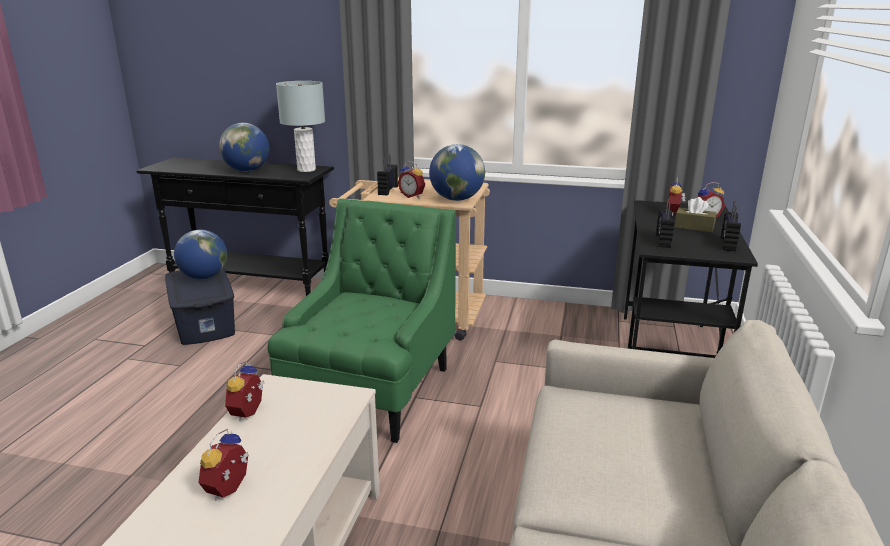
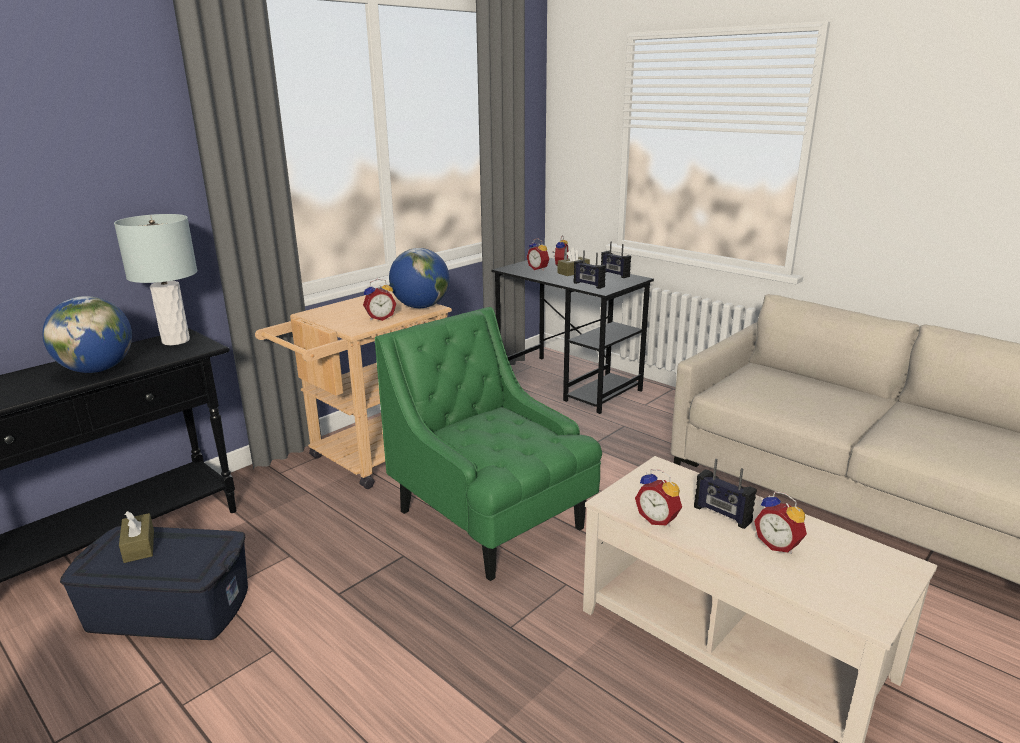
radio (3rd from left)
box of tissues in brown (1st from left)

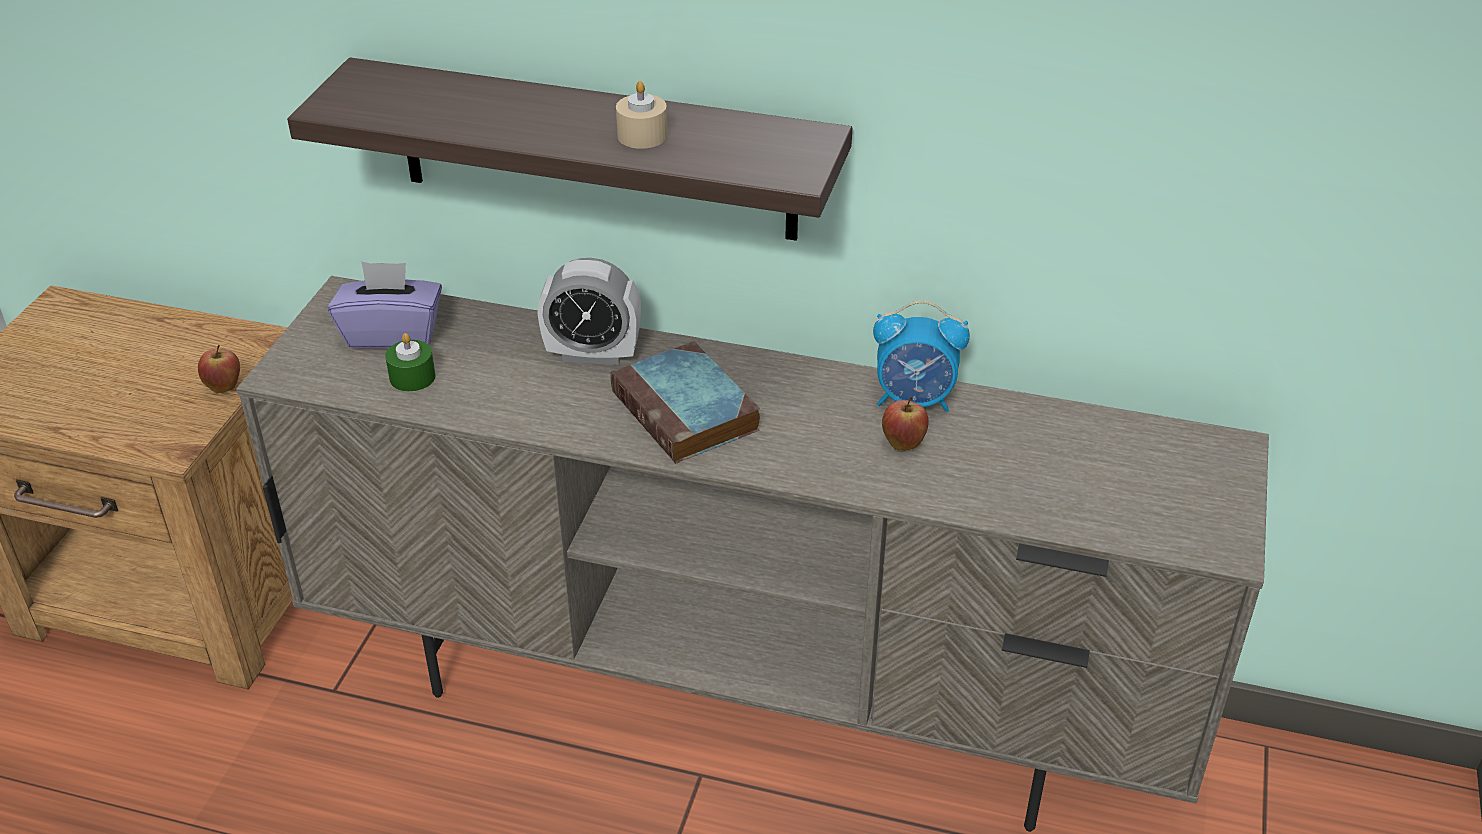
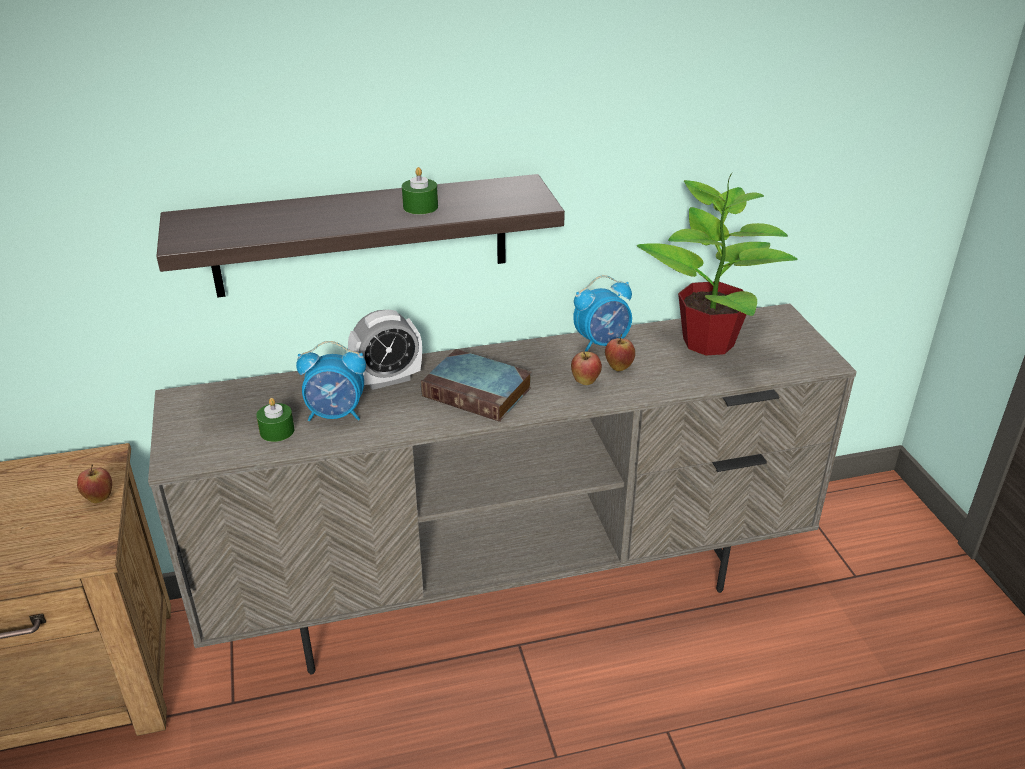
candle in green (2nd from left)
box of tissues in purple-coloured
plant in a pot
bedside clock (1st from left)
apple (2nd from left)

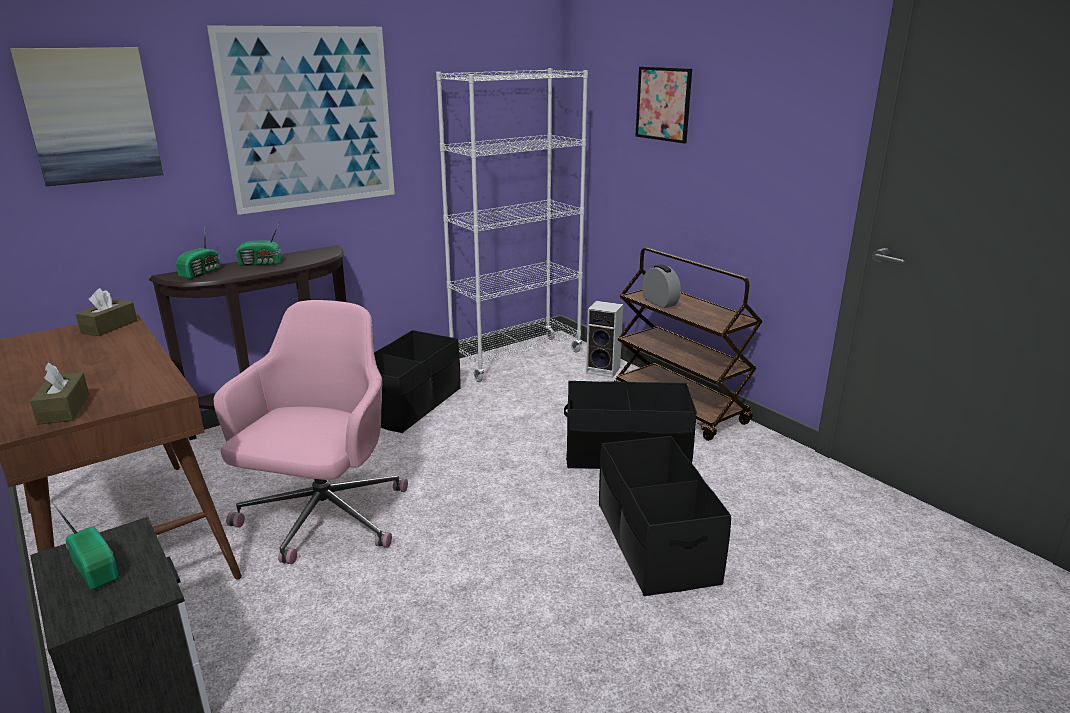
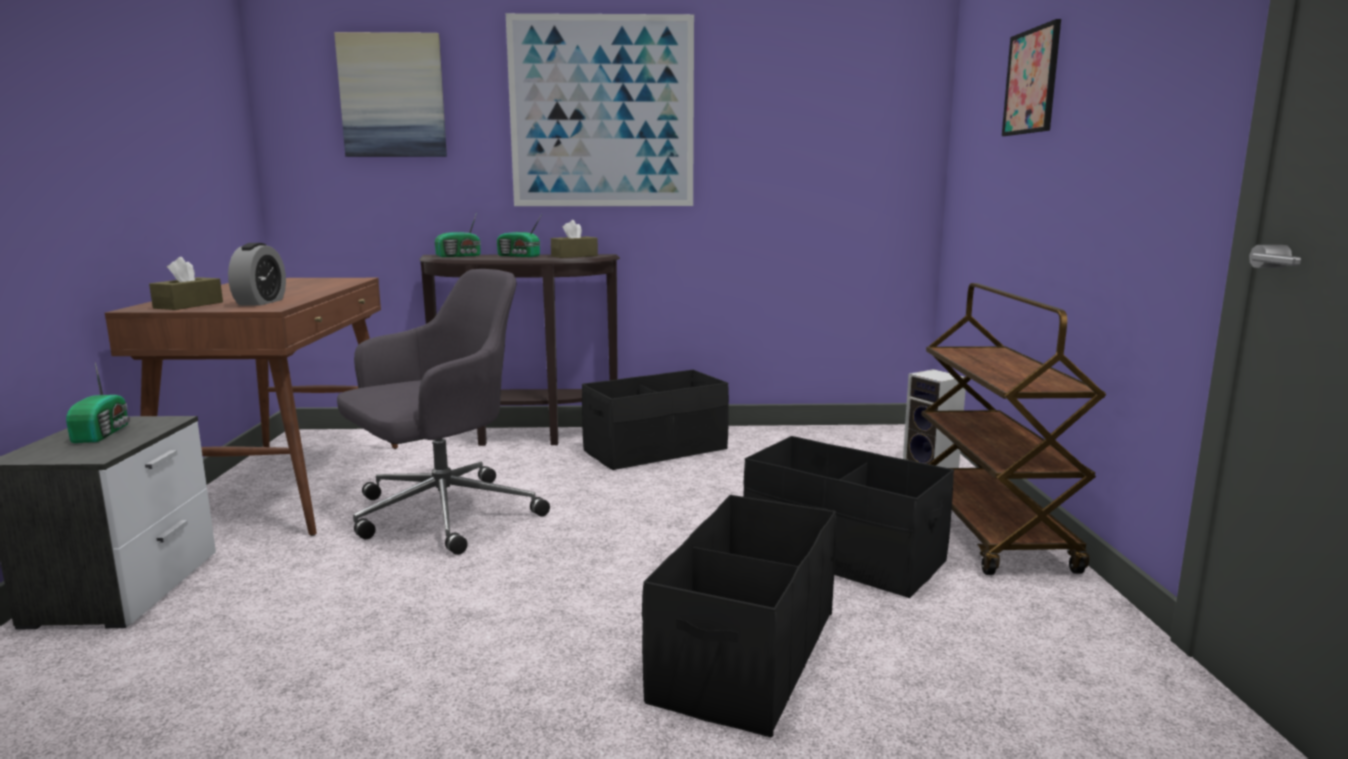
bookshelf in whitish
bedside clock
box of tissues in brown (2nd from left)
office chair in greyish

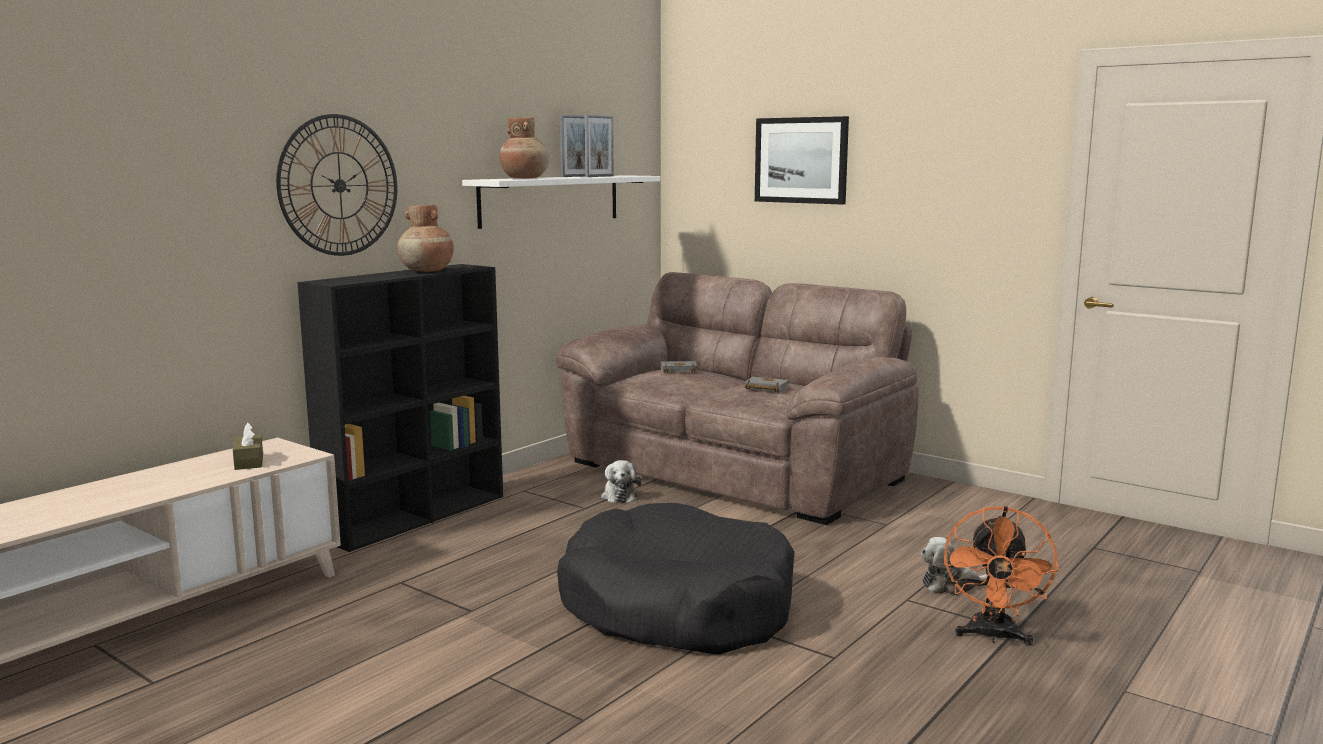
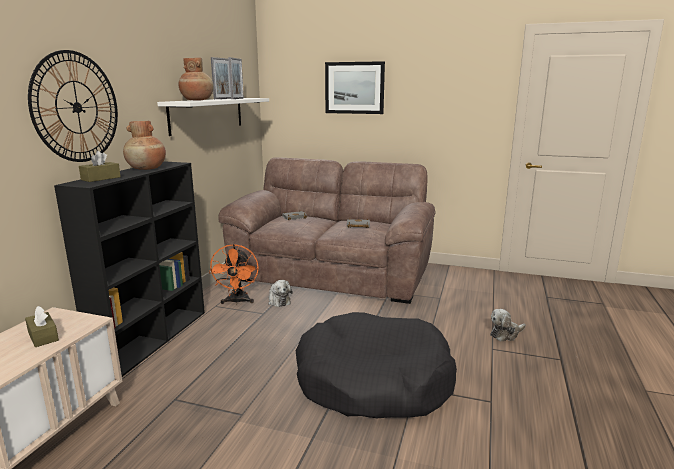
electric fan in orange-coloured
box of tissues in brown (2nd from left)

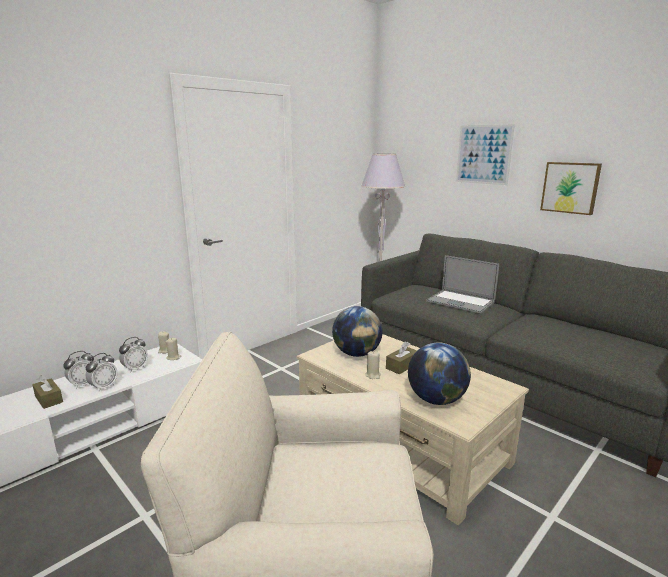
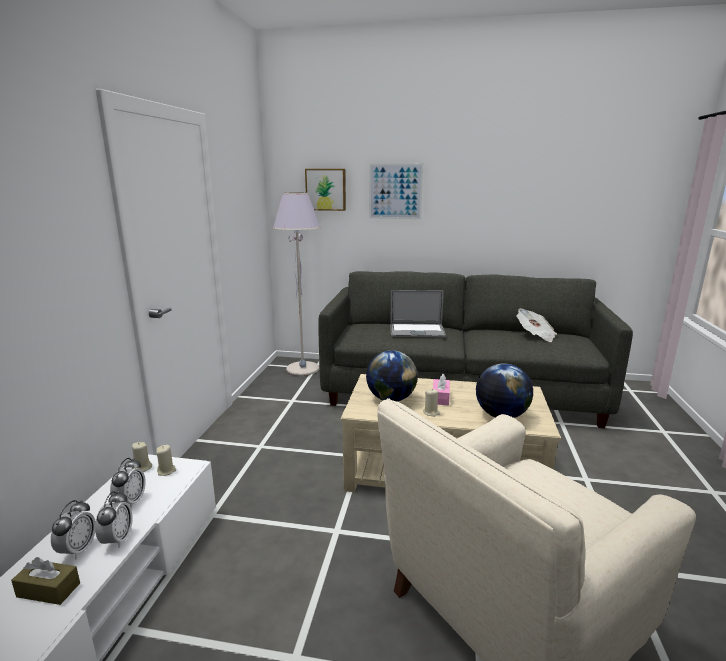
wall art (1st from left)
box of tissues in pinkish
printed paper

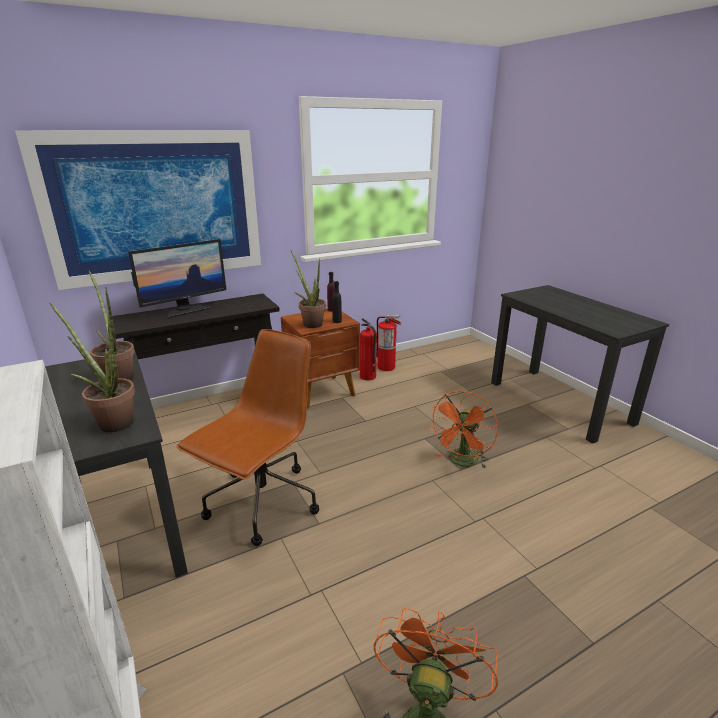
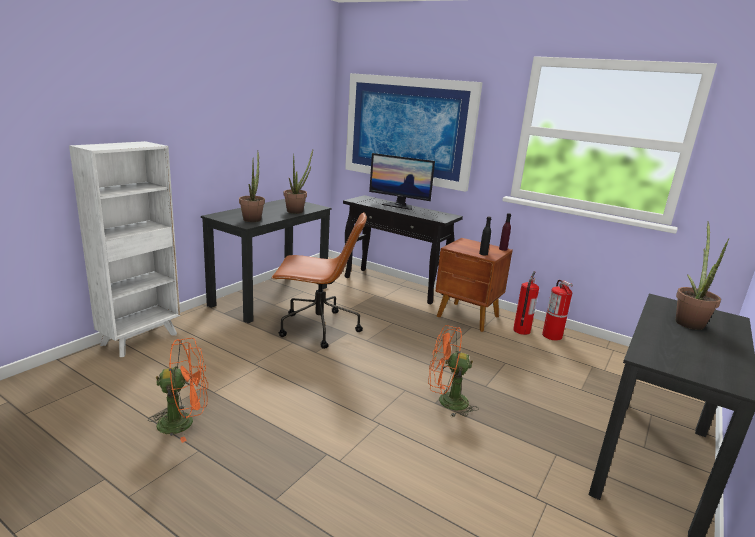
plant in a pot (3rd from left)

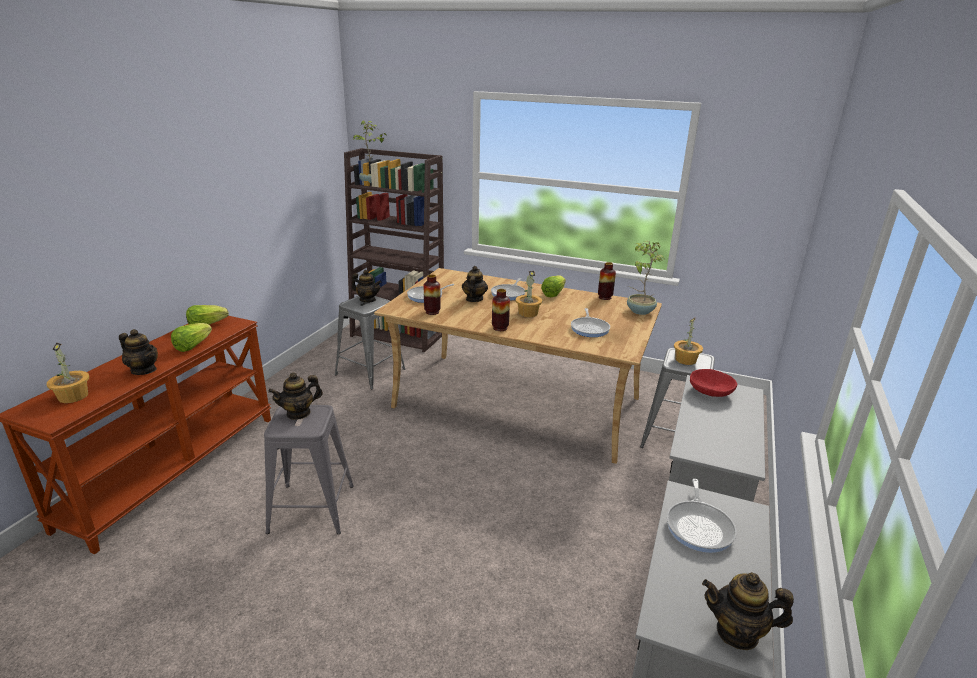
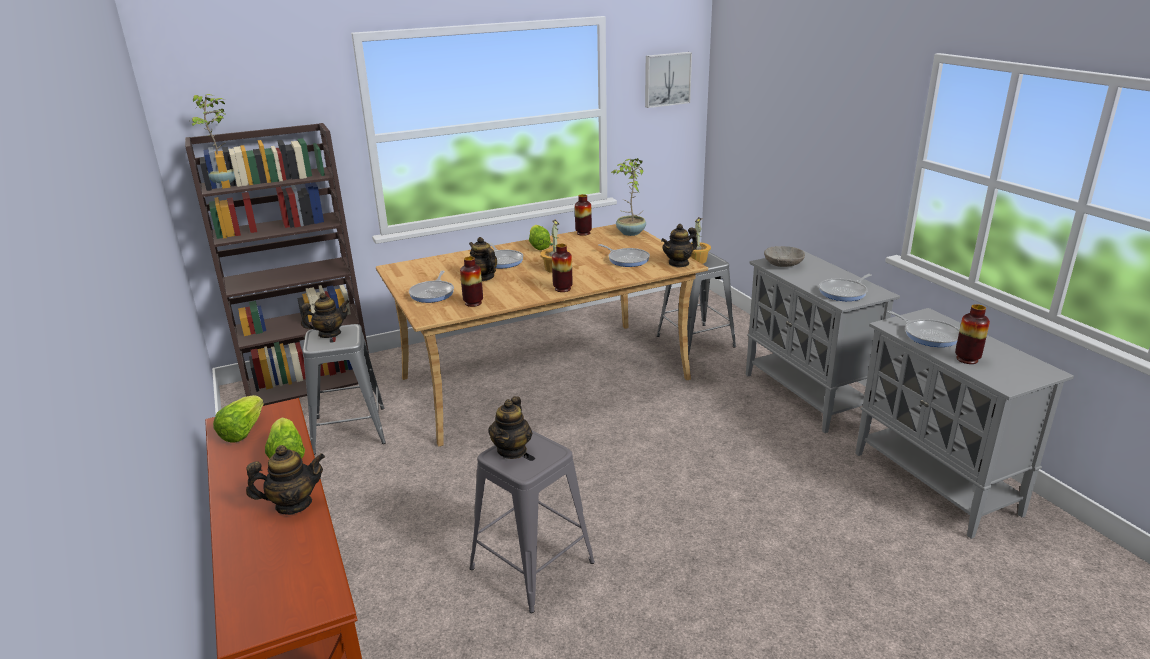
plant in a pot (1st from left in the first image)
serving bowl in greyish
teapot (5th from left)
wall art
frying pan (4th from left)
flower vase (4th from left)

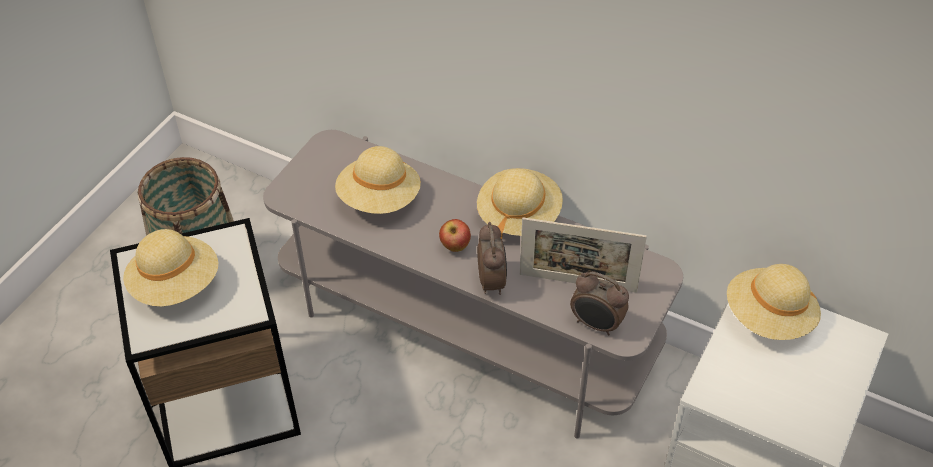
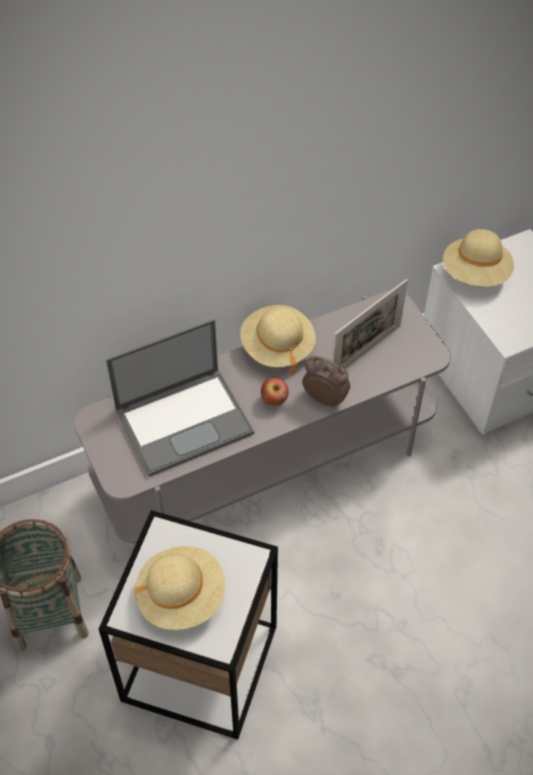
notebook computer
bedside clock (2nd from left in the first image)

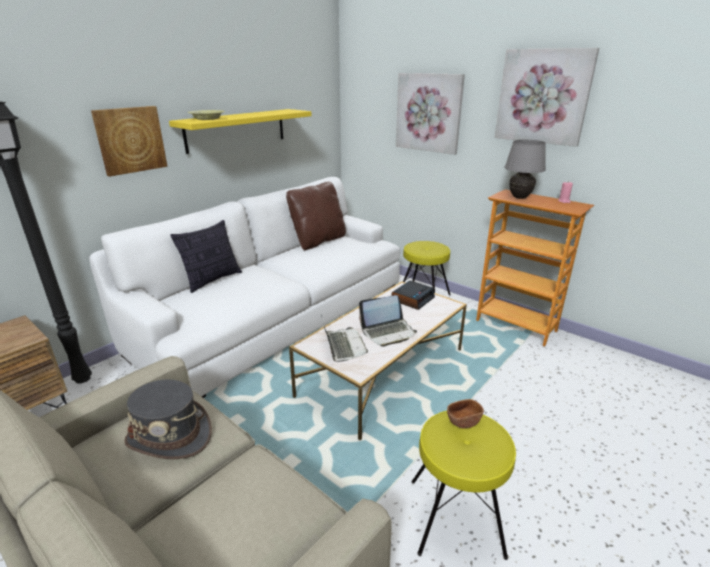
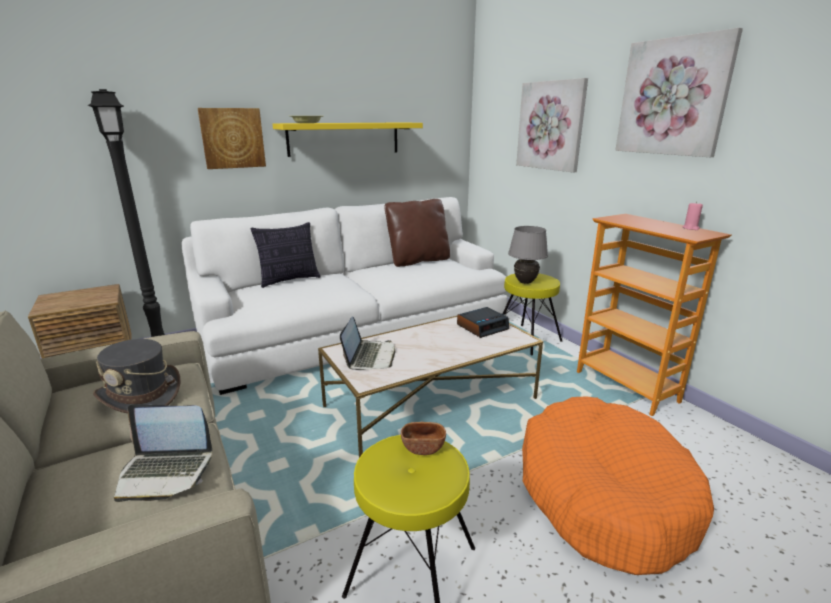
table lamp in greyish
notebook computer (1st from left)
pet bed in orange-coloured

